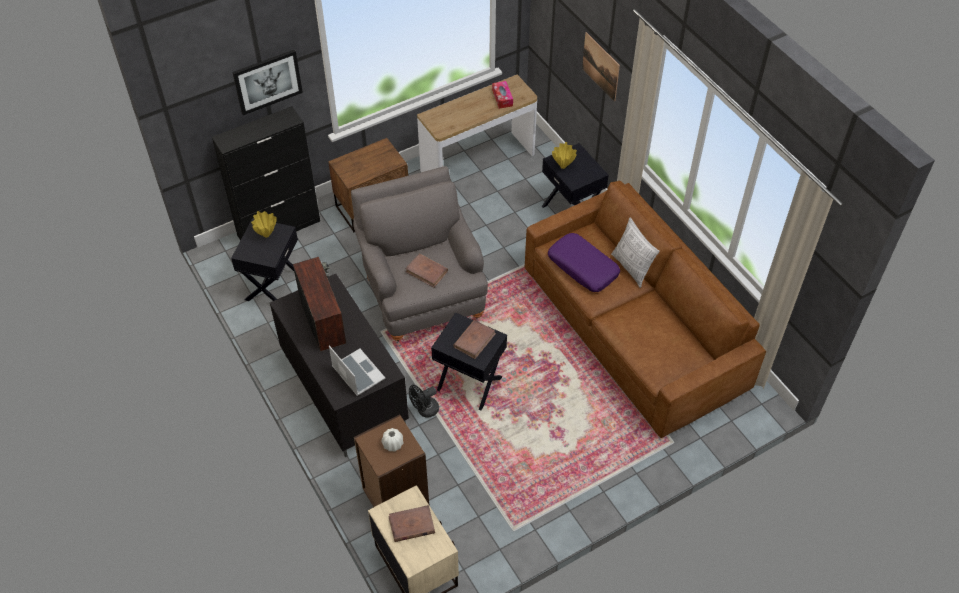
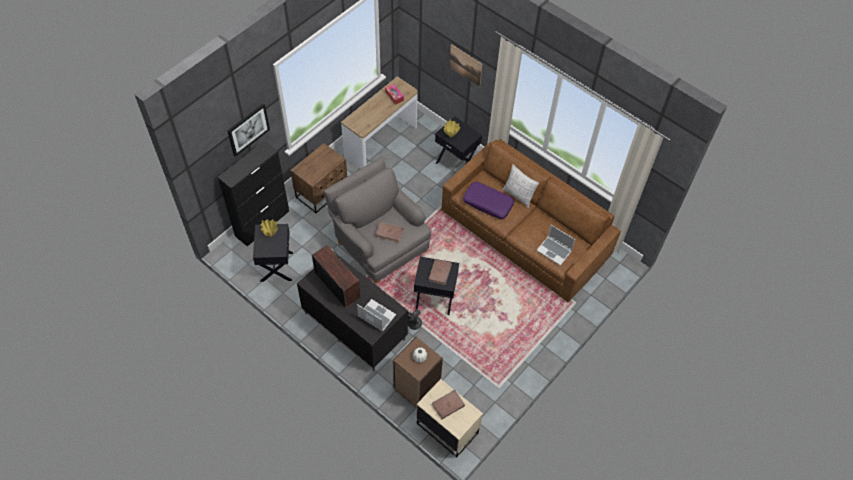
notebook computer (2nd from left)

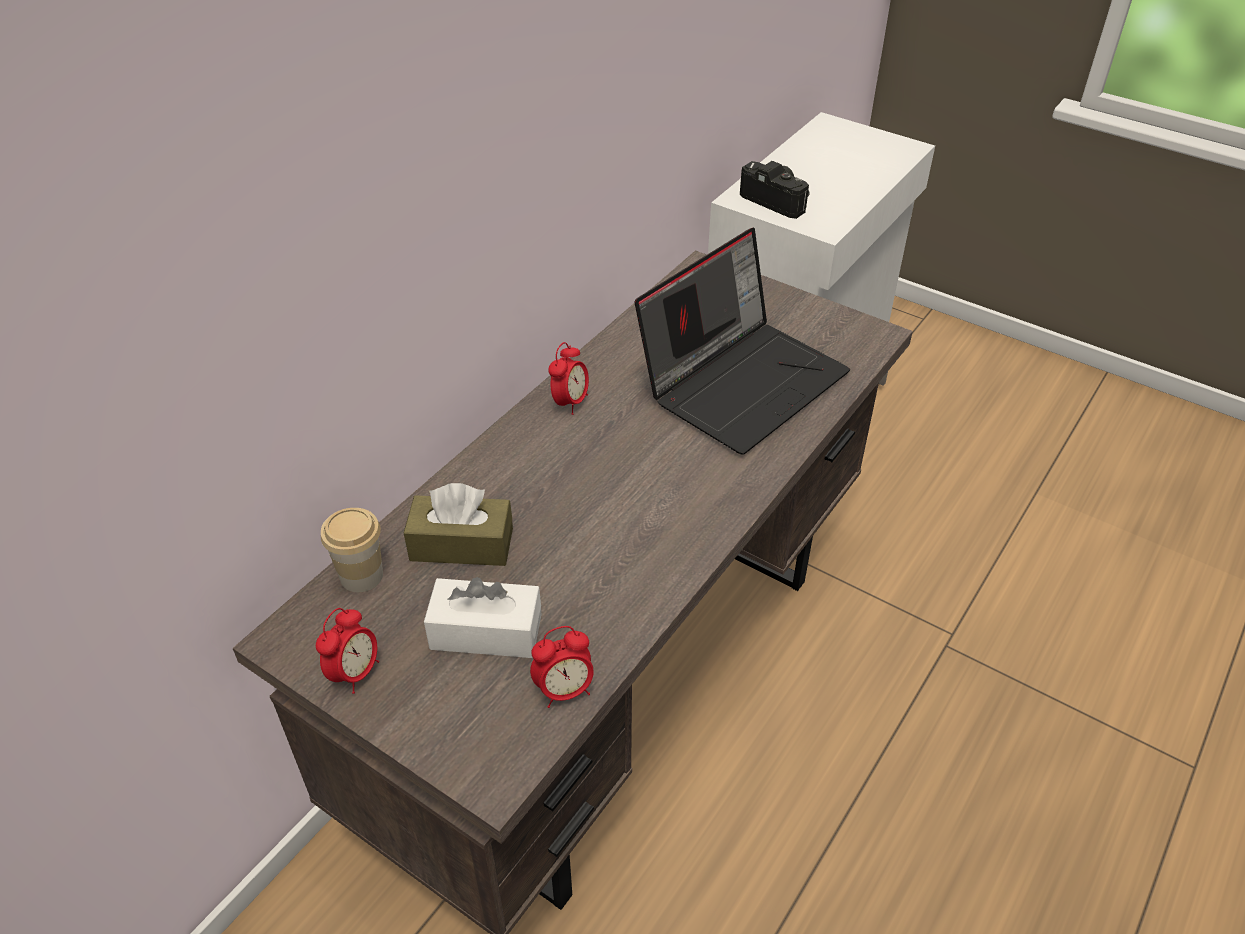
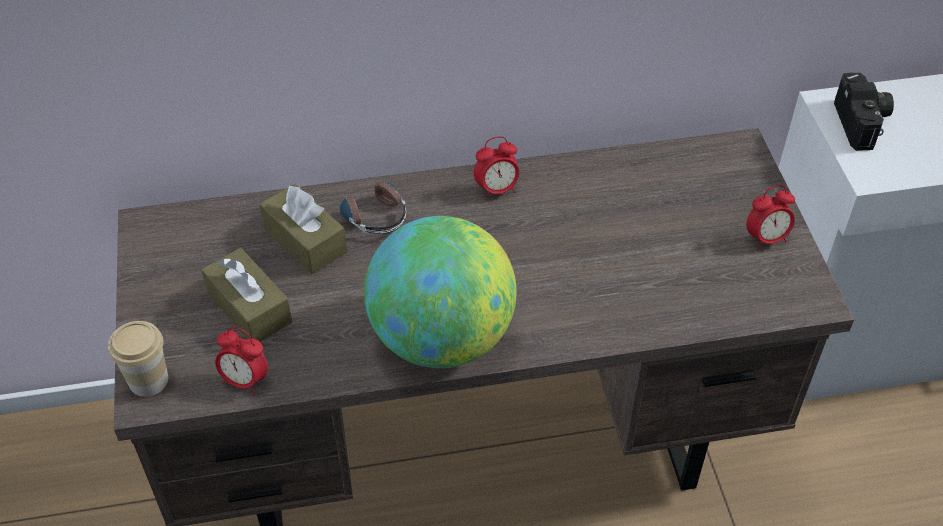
notebook computer
small cup
box of tissues in brown (1st from left)
bedside clock (3rd from left)
headset
globe

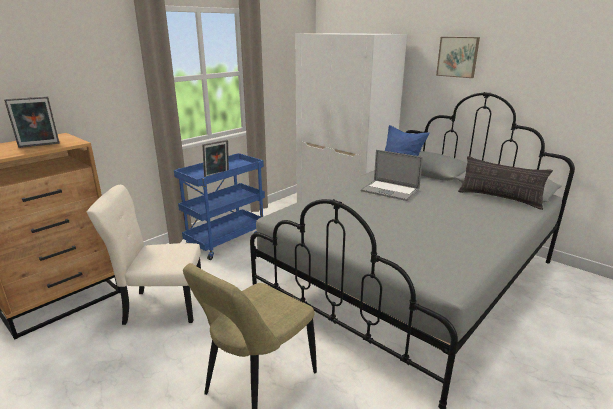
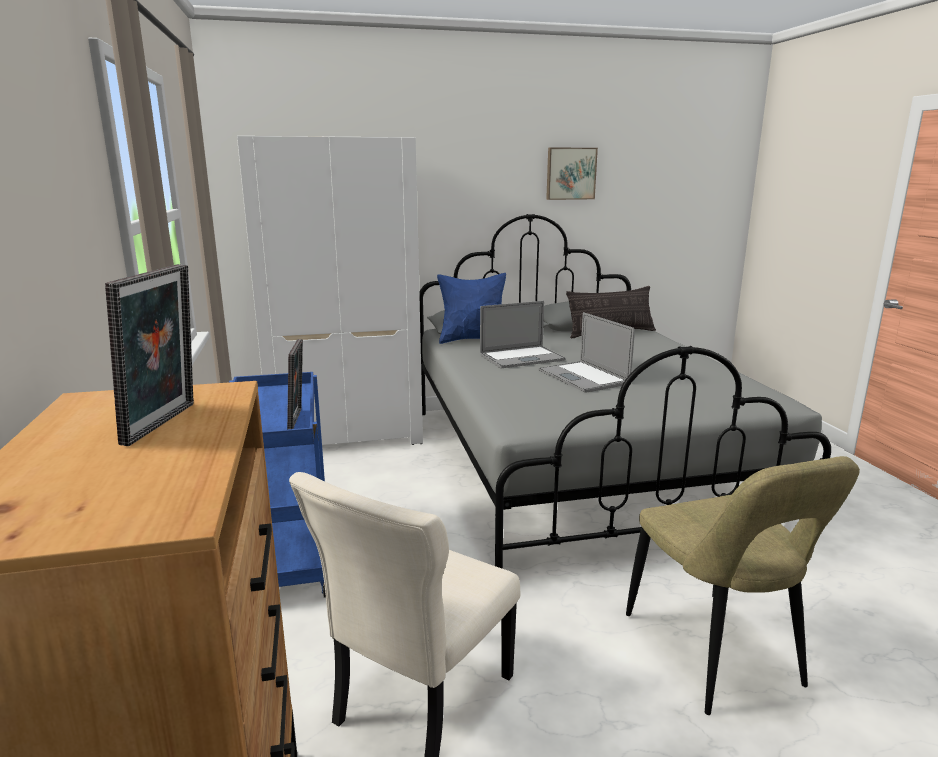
wall art
notebook computer (2nd from left)

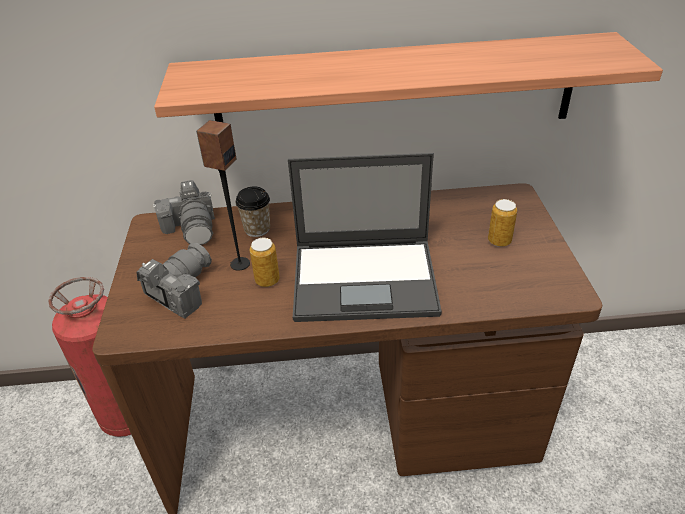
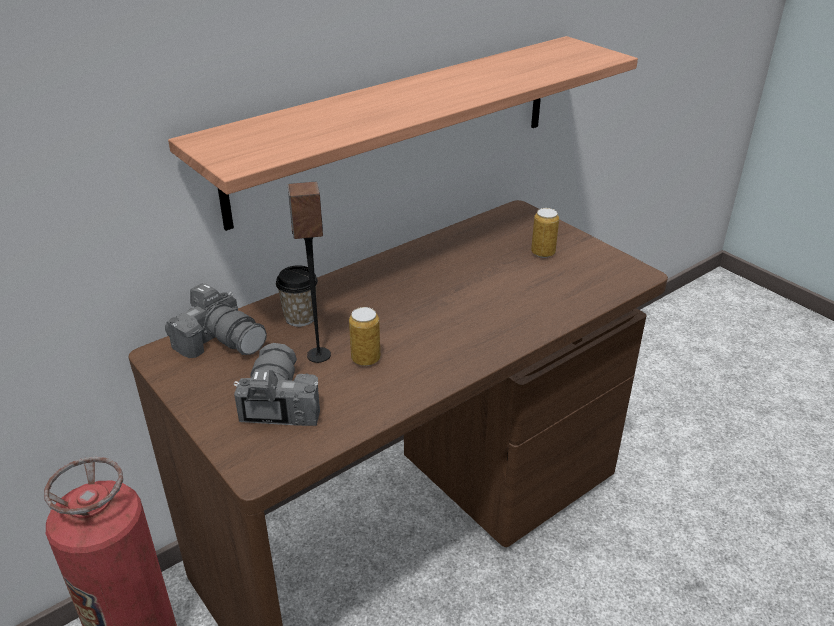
notebook computer

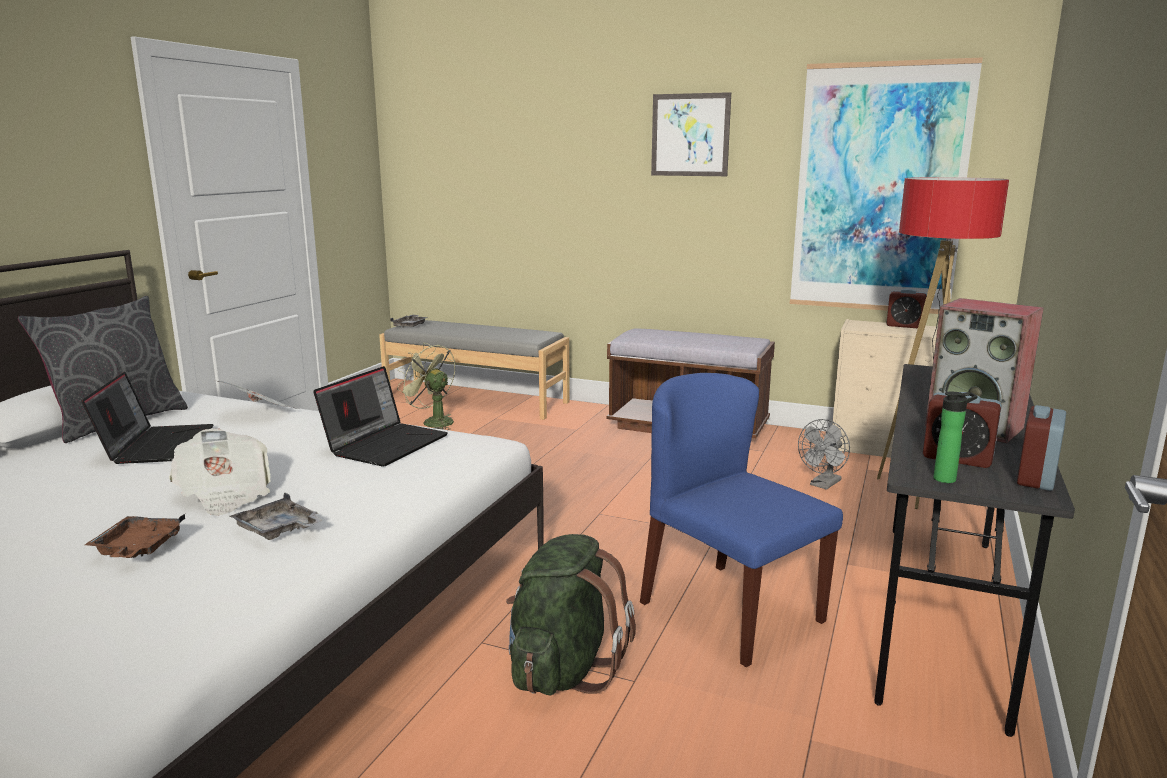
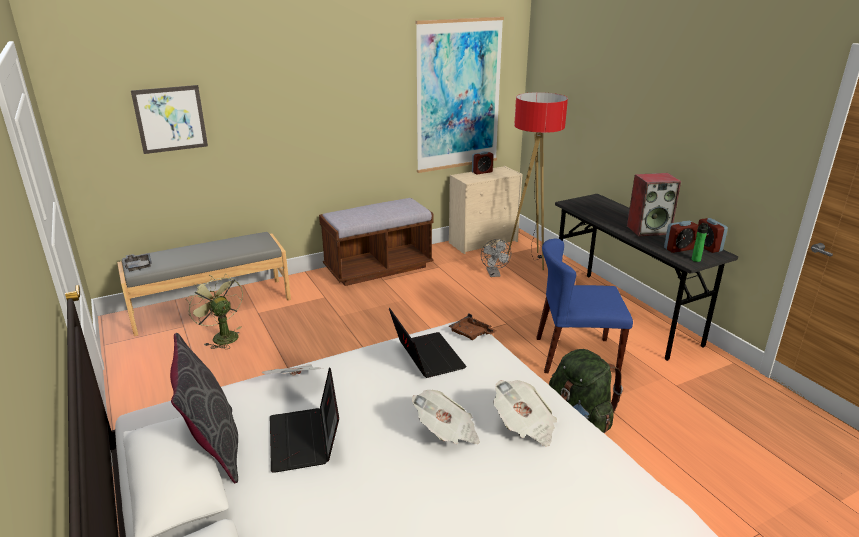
wall art (1st from left)
electric fan in green
notebook computer (1st from left)
printed paper (3rd from left)
tray in brown

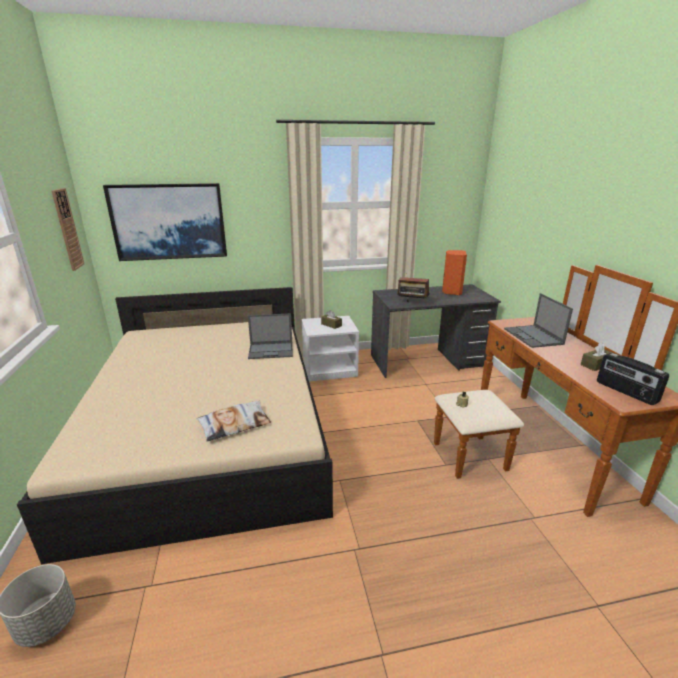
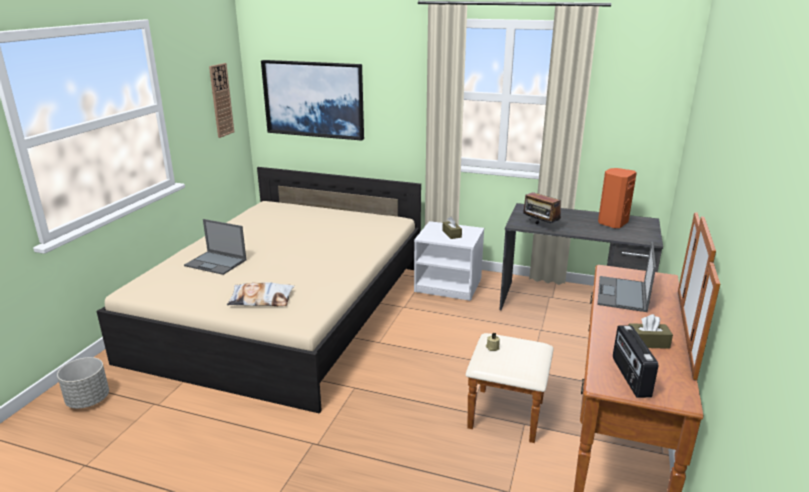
notebook computer (1st from left)

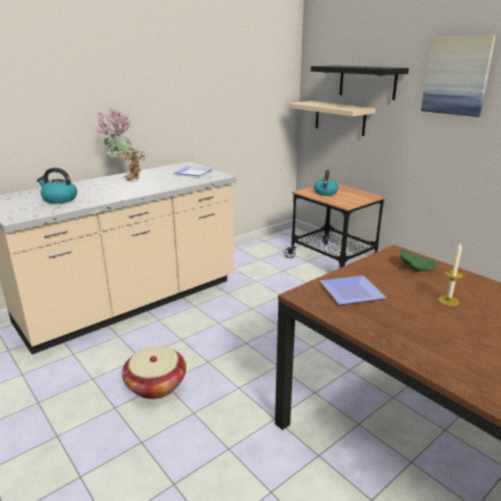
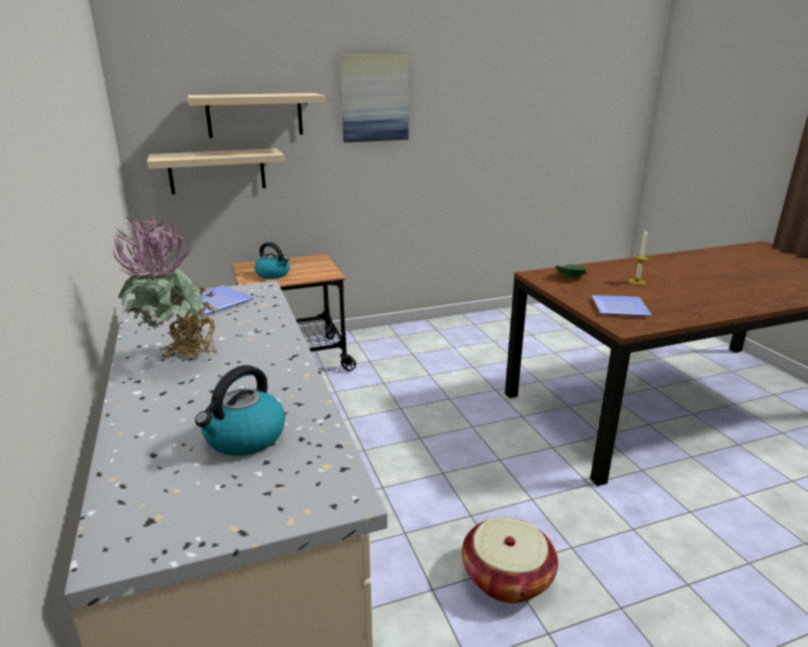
shelf in beige (2nd from left)

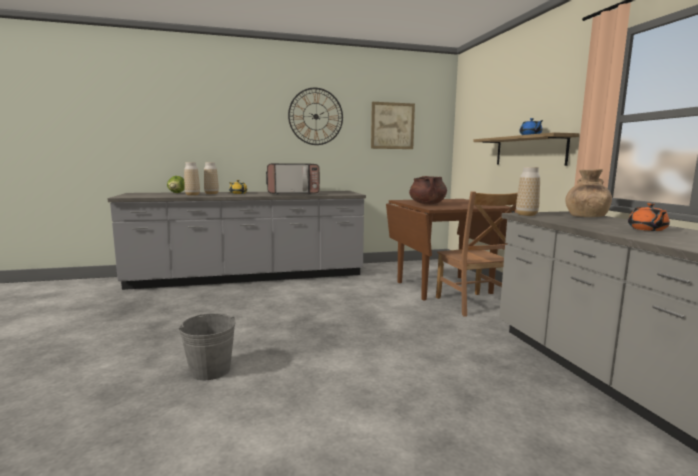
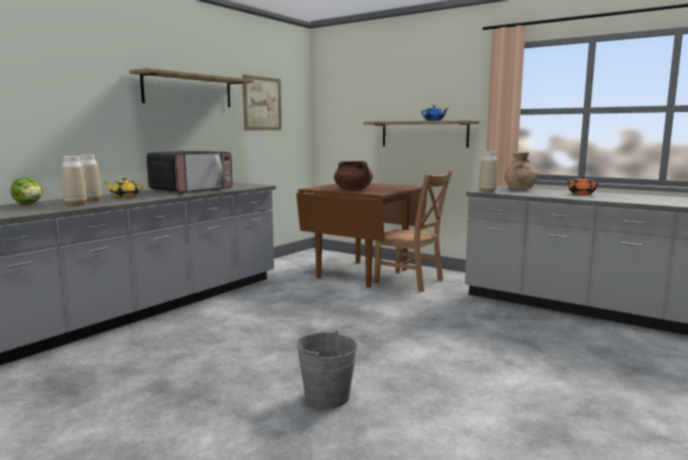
shelf (1st from left)

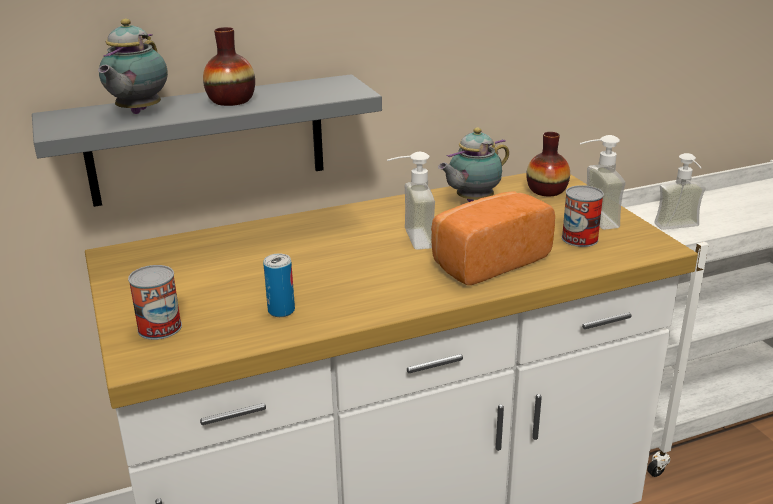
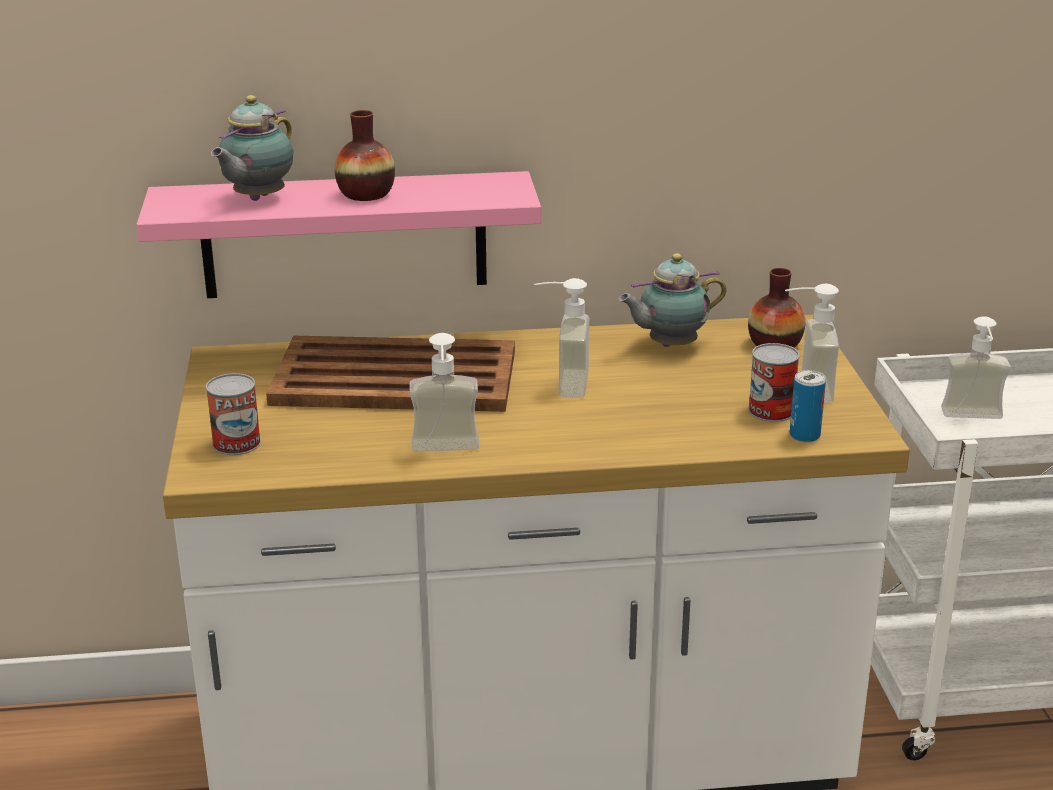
shelf in pinkish
bread
sealed can (3rd from left)
liquid soap bottle (1st from left)
tray in brown

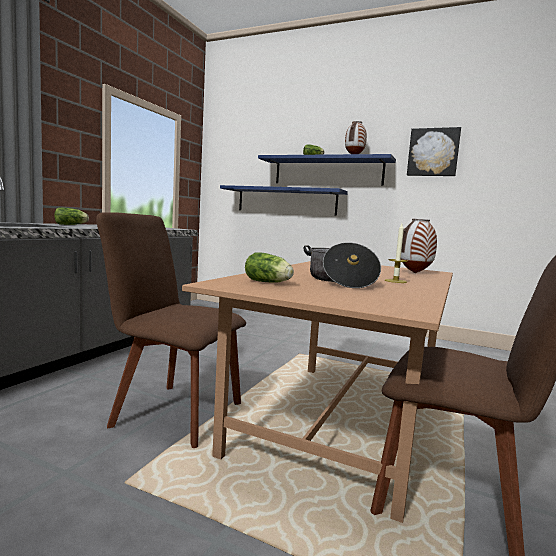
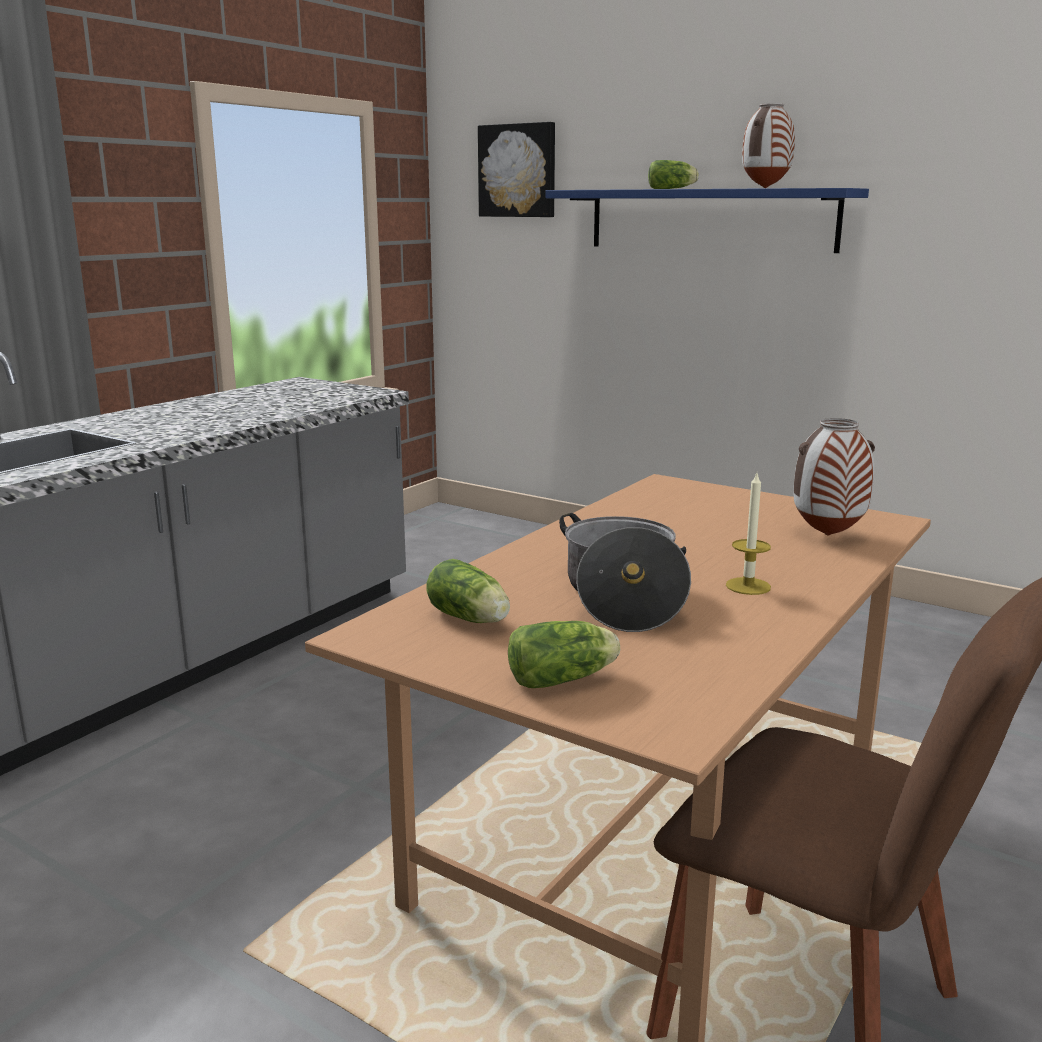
wall art
shelf in blue (1st from left in the first image)
lettuce head (2nd from left)
upright chair in brown (1st from left in the first image)

